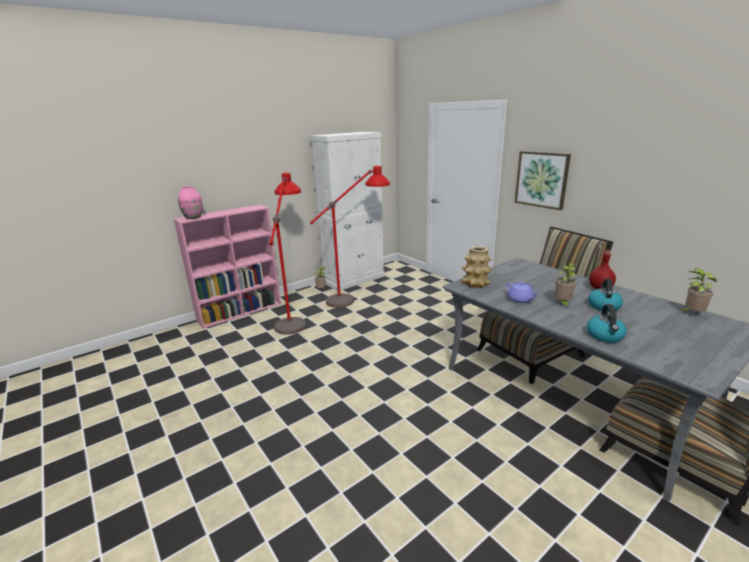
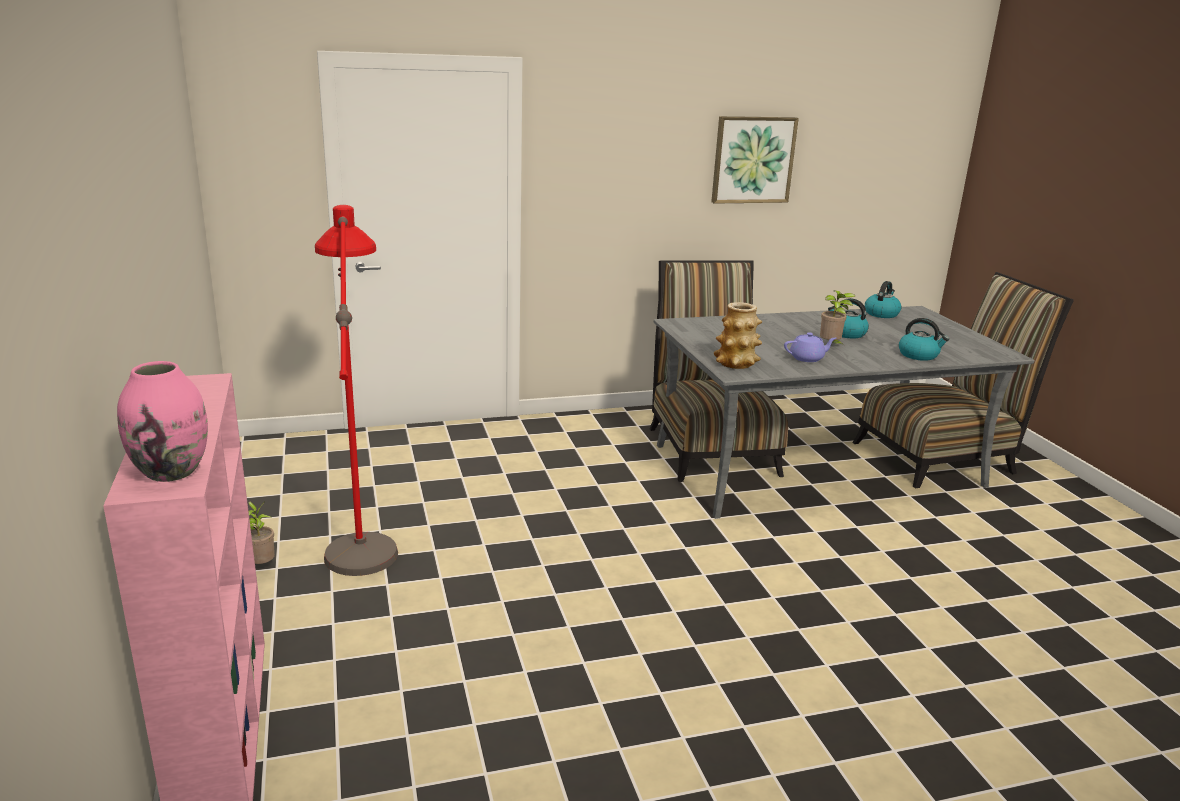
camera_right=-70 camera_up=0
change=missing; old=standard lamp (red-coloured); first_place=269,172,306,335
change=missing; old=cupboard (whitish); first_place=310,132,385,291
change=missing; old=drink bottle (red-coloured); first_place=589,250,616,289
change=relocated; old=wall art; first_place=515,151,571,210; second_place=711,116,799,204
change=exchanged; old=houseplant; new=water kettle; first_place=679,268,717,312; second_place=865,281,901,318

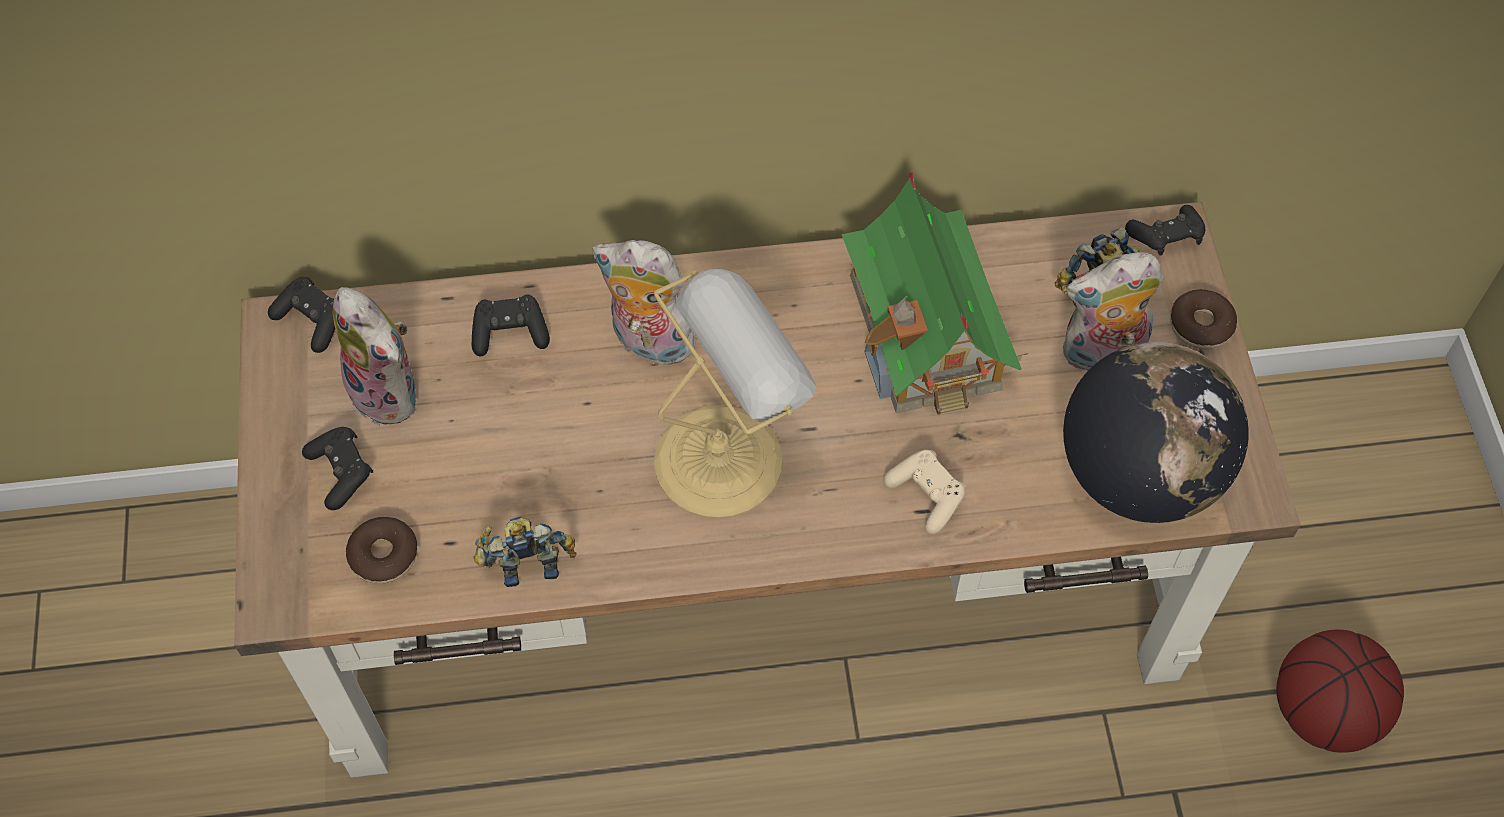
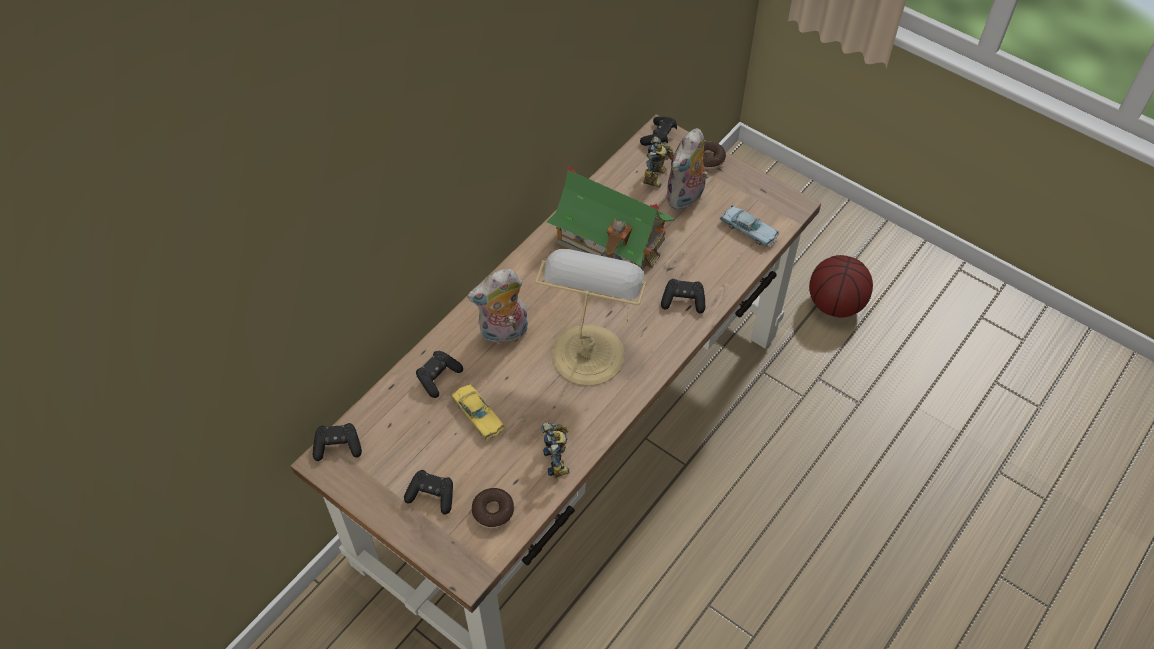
camera_right=-45 camera_up=-5
change=missing; old=soft toy; first_place=333,287,416,426
change=appeared; new=model car (yellow); second_place=450,383,505,440
change=exchanged; old=desk globe; new=model car (blue); first_place=1063,342,1249,523; second_place=720,205,779,247
change=colour; old=joypad (beige); new=joypad (blackish); first_place=883,450,966,534; second_place=661,279,705,314
change=spun; old=robot figure; first_place=473,516,577,587; second_place=541,423,569,479; degrees=135

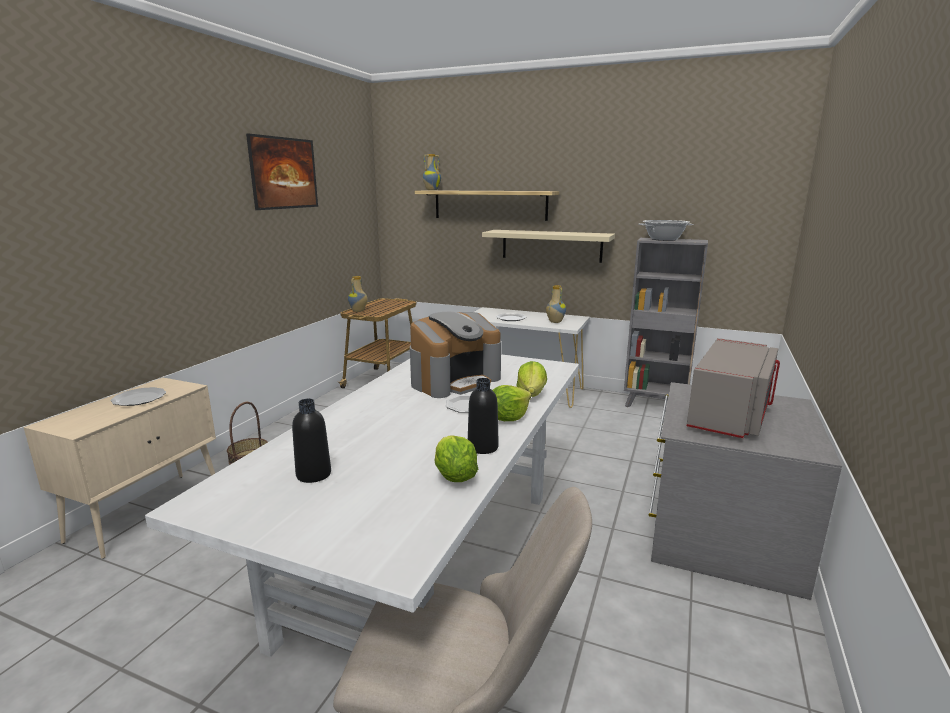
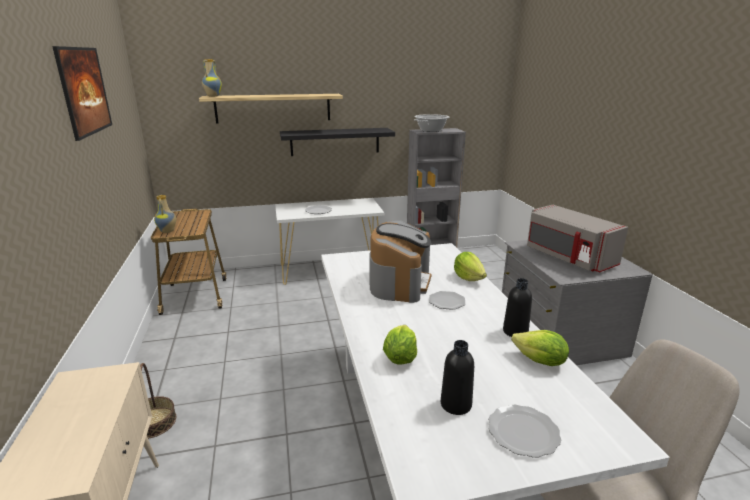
camera_right=-35 camera_up=5
change=missing; old=decorative vase; first_place=546,285,566,323
change=relocated; old=dinner plate; first_place=110,387,166,406; second_place=488,405,561,458
change=relocated; old=lettuce head; first_place=492,385,531,421; second_place=383,325,417,365
change=colour; old=wall shelf (beige); new=wall shelf (blackish); first_place=482,230,615,263; second_place=280,128,395,156
change=spun; old=kitchen microwave (gray); first_place=687,338,780,438; second_place=527,205,628,272; degrees=150

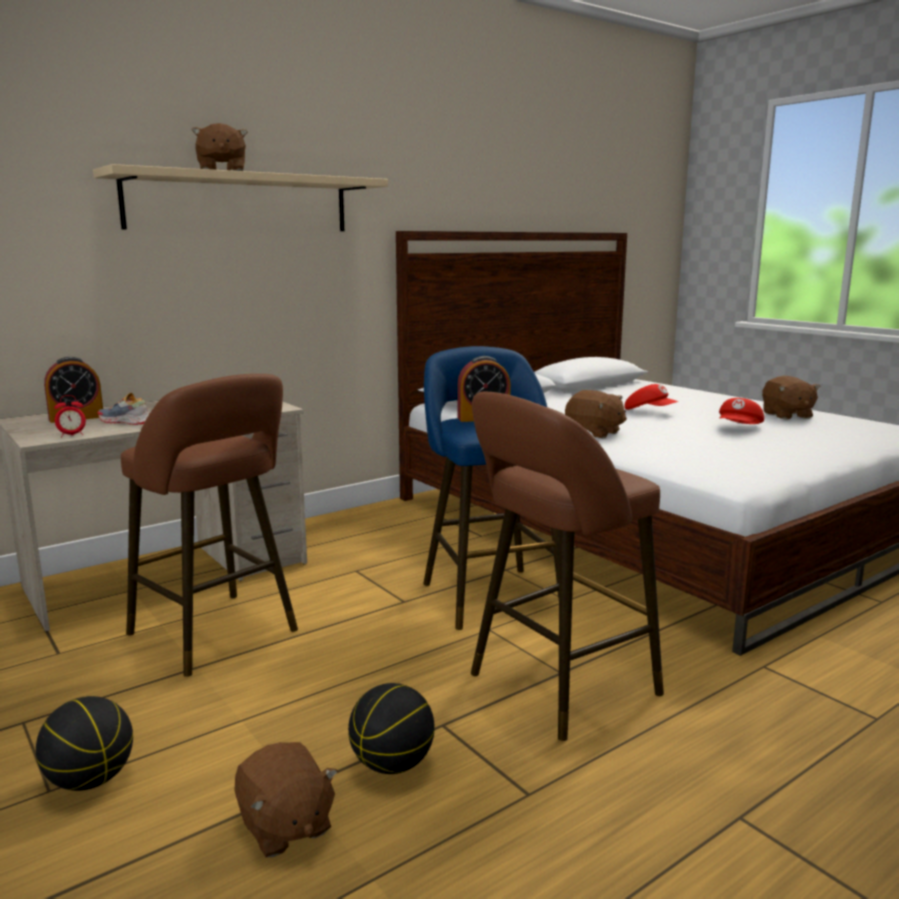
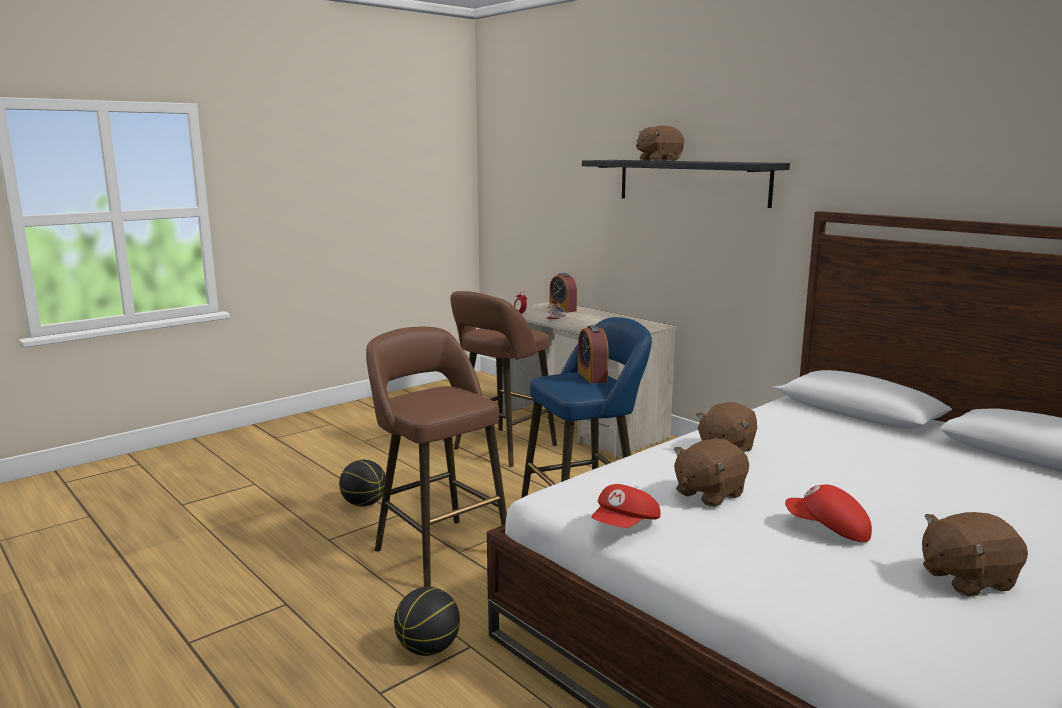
camera_right=85 camera_up=0
change=relocated; old=ball for basketball; first_place=36,696,133,791; second_place=394,587,460,656
change=relocated; old=soft toy (brownish); first_place=234,742,338,857; second_place=674,439,749,507
change=relocated; old=peaked cap (red-coloured); first_place=624,384,678,410; second_place=591,484,661,528
change=colour; old=wall shelf (beige); new=wall shelf (blackish); first_place=93,164,388,231; second_place=582,160,790,208

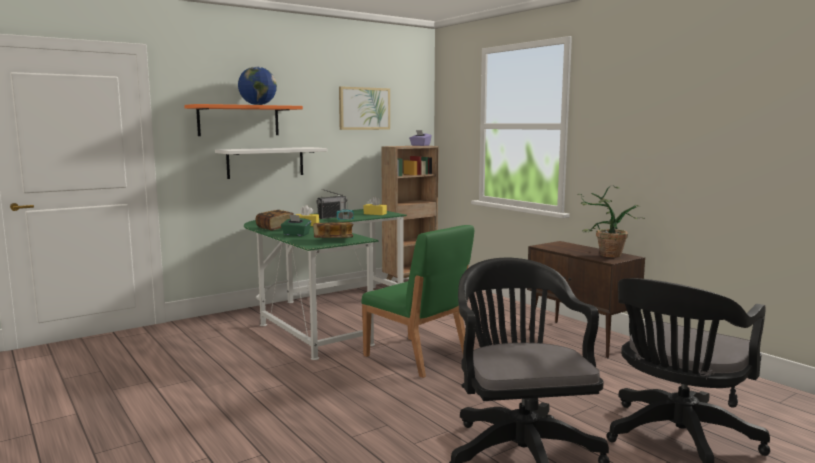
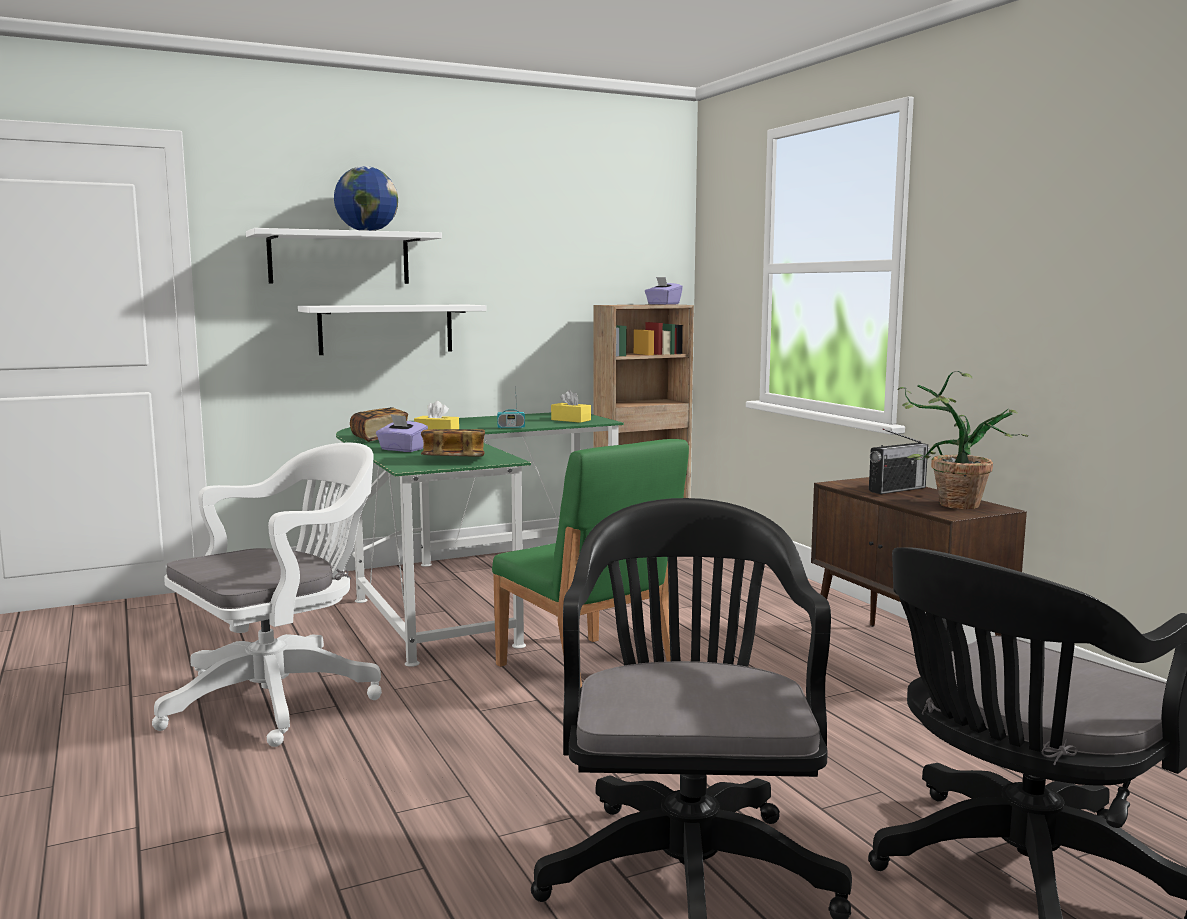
camera_right=10 camera_up=0
change=missing; old=wall art; first_place=339,86,390,130
change=appeared; new=desk chair (whitish); second_place=152,442,382,747
change=relocated; old=radio receiver; first_place=316,189,347,219; second_place=869,429,930,494
change=colour; old=wall shelf (orange); new=wall shelf (whitish); first_place=184,104,303,136; second_place=246,228,442,284
change=colour; old=tissue box (green-coloured); new=tissue box (purple); first_place=281,214,311,236; second_place=376,415,428,452

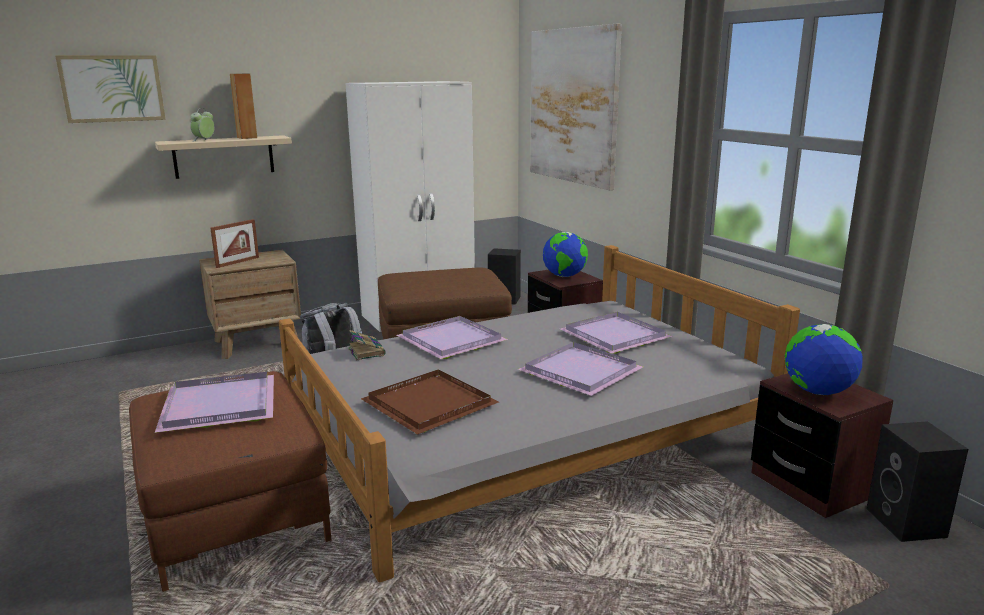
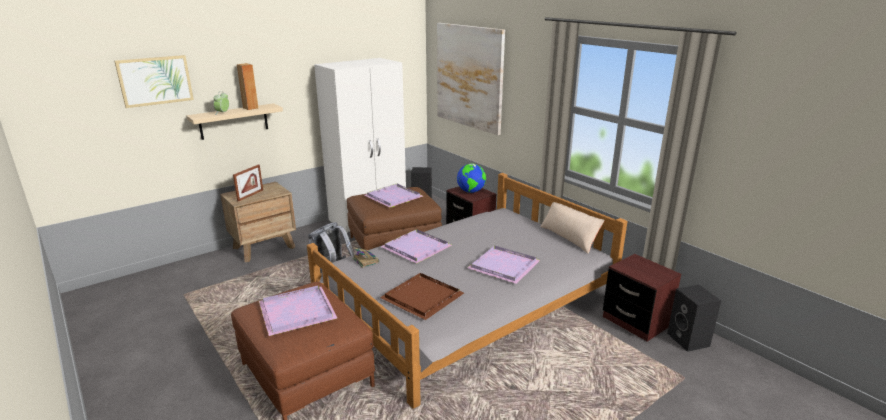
camera_right=-10 camera_up=5
change=missing; old=desk globe; first_place=785,324,863,395
change=appeared; new=throw pillow (beige); second_place=540,202,605,254
change=relocated; old=tray (purple); first_place=560,312,673,354; second_place=364,184,423,208

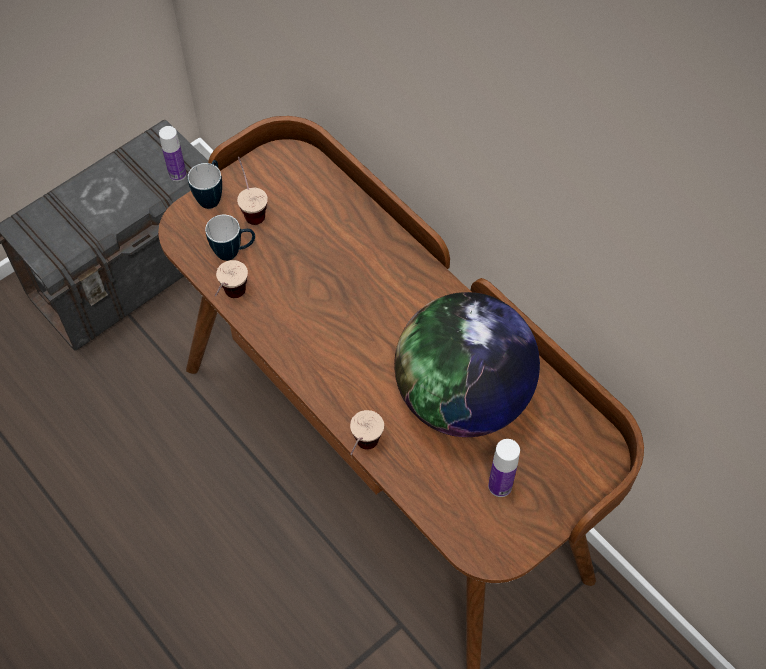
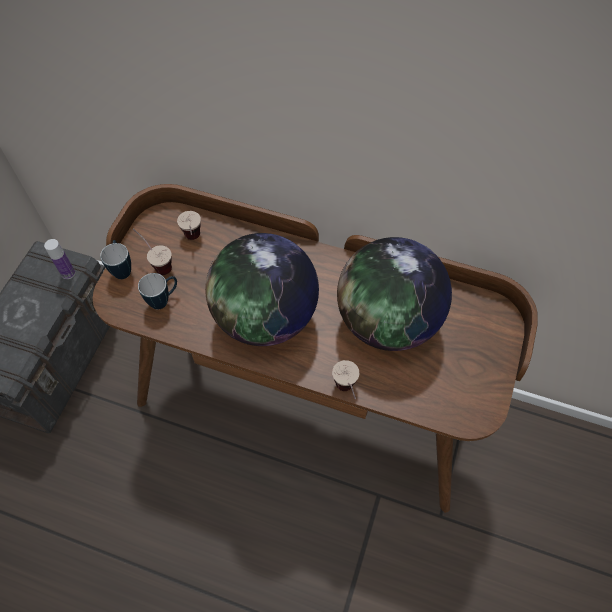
camera_right=-30 camera_up=0
change=missing; old=drink bottle; first_place=488,439,520,497
change=appeared; new=desk globe; second_place=205,233,319,346
change=relocated; old=small cup; first_place=215,260,248,298; second_place=177,211,201,240

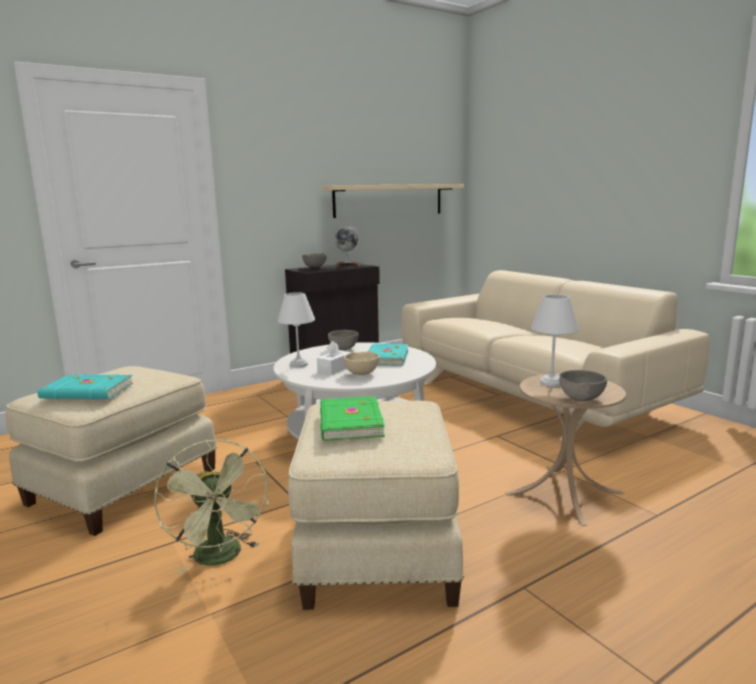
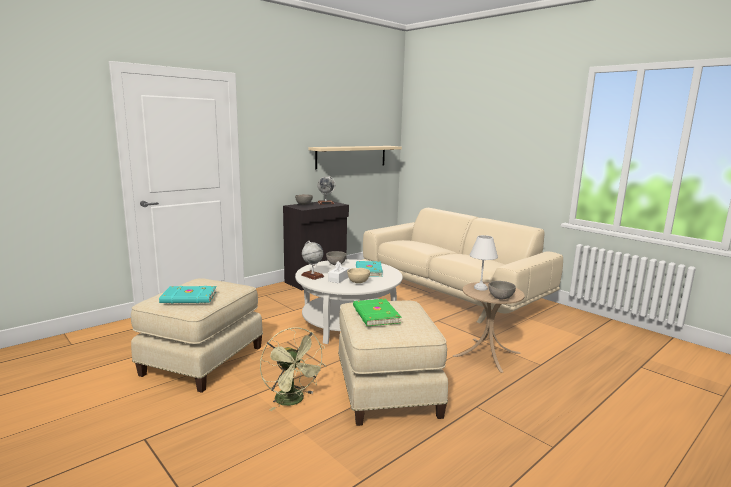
camera_right=-10 camera_up=0
change=exchanged; old=tabletop lamp (whitish); new=desk globe; first_place=277,292,315,368; second_place=301,241,324,280

